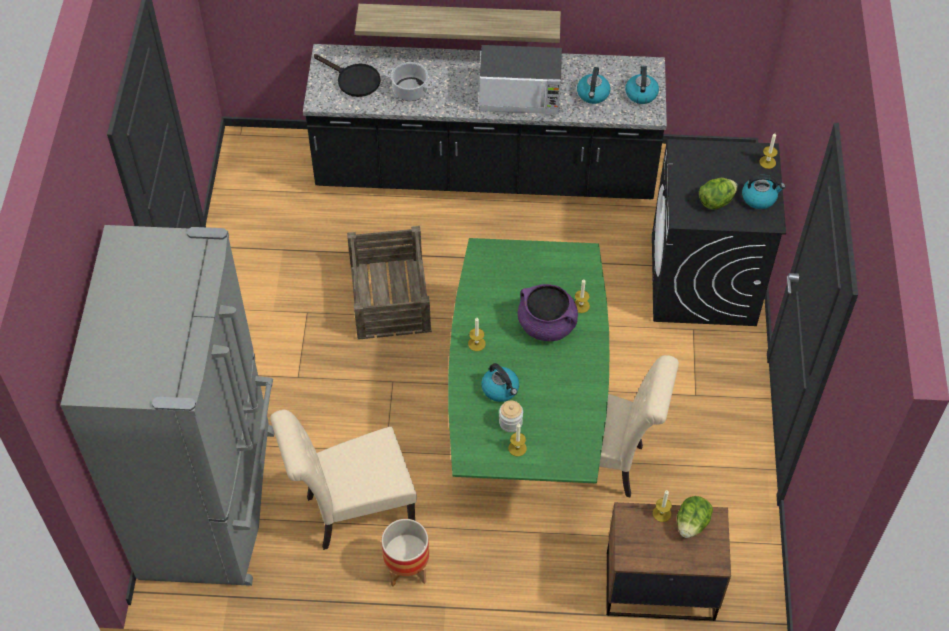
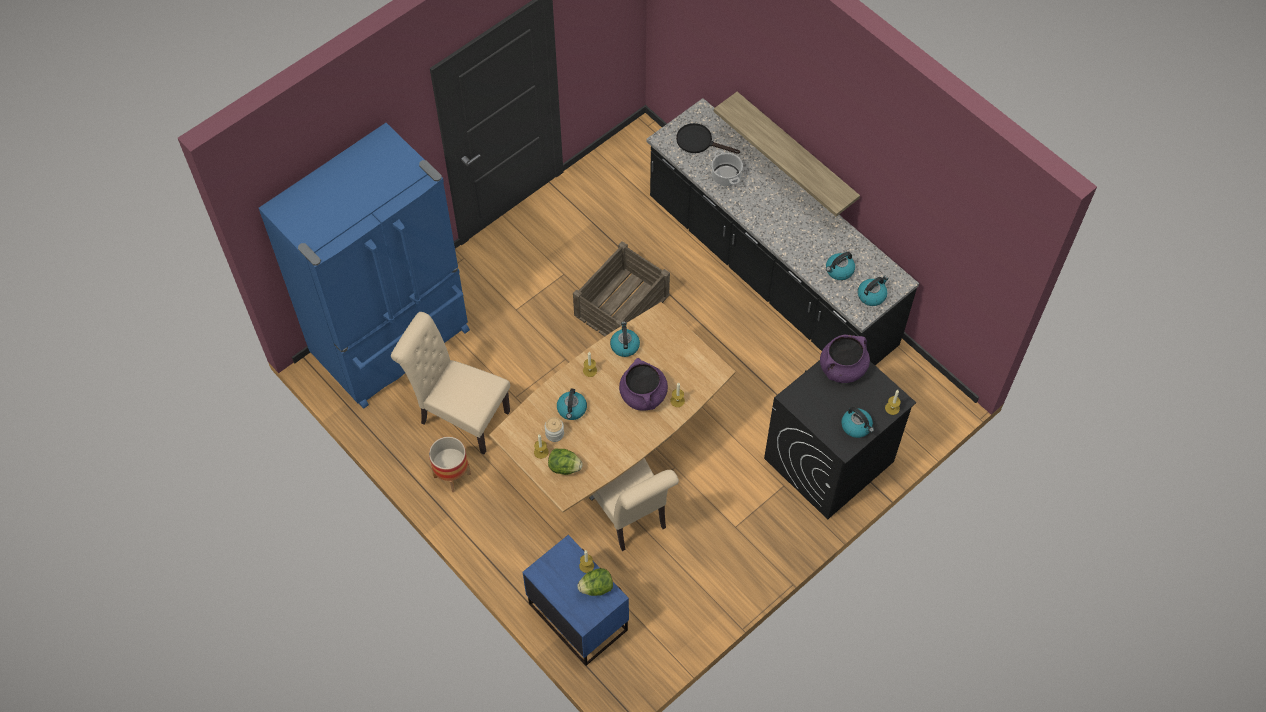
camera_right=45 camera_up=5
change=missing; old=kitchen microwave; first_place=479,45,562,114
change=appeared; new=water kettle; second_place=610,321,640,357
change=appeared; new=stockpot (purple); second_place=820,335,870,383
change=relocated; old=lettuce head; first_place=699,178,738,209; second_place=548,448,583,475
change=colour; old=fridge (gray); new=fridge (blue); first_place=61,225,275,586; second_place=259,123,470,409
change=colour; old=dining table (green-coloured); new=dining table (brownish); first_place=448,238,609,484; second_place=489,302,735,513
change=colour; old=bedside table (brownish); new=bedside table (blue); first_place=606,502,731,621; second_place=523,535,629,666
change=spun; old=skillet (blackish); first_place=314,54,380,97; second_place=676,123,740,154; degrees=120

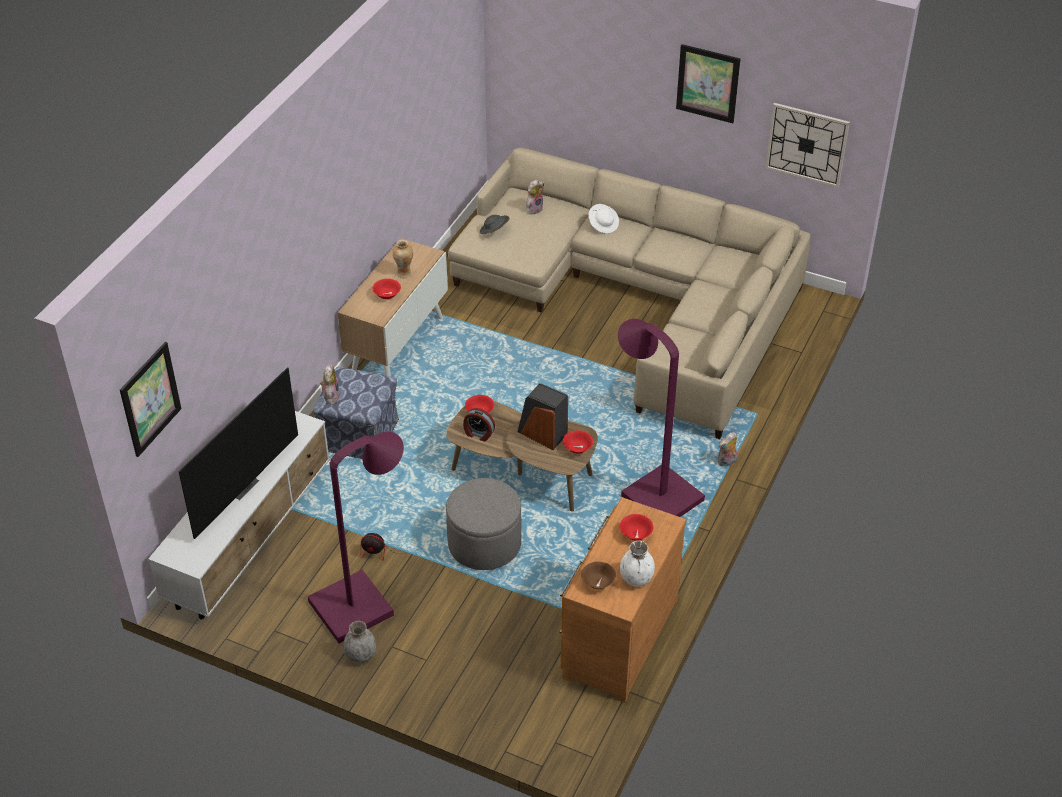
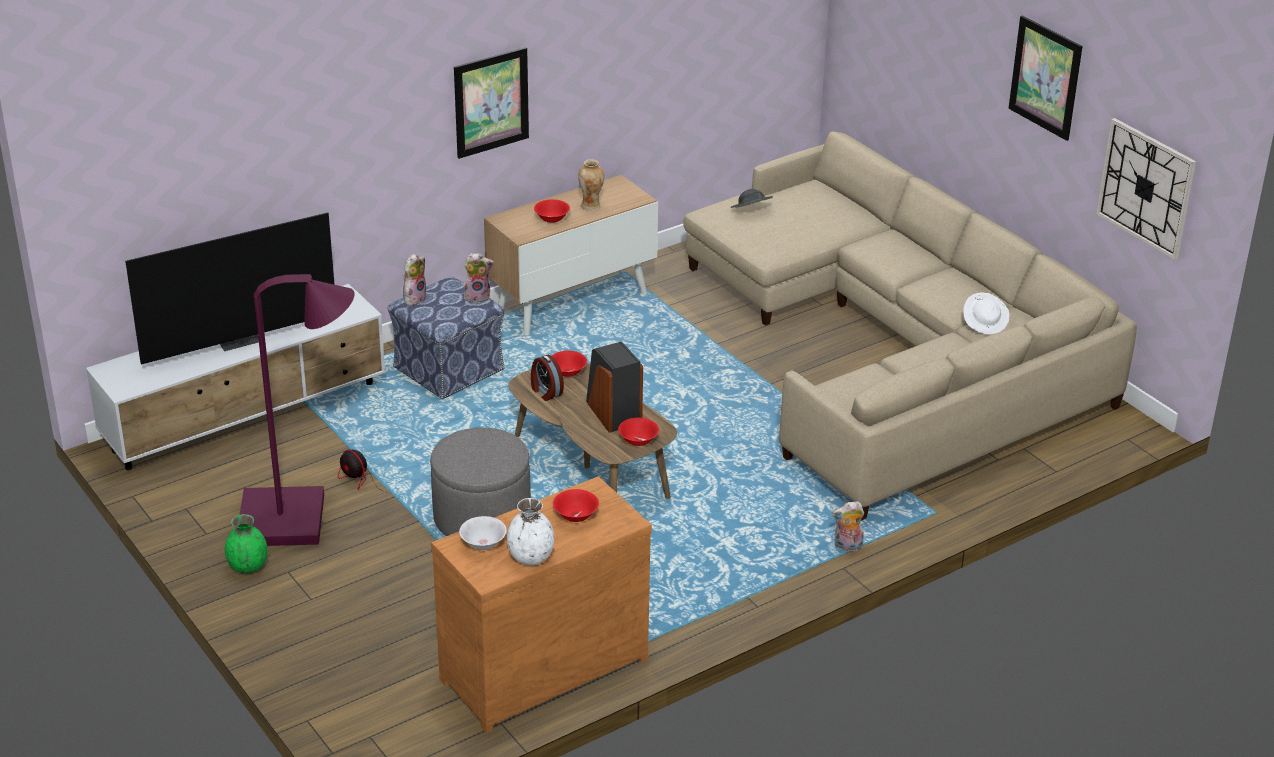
camera_right=30 camera_up=-10
change=missing; old=standard lamp (purple); first_place=618,319,705,517
change=relocated; old=wall art; first_place=120,342,181,457; second_place=454,47,529,159
change=relocated; old=soft toy; first_place=526,179,544,214; second_place=464,253,494,303
change=relocated; old=hat (whitish); first_place=589,204,619,233; second_place=963,293,1009,334
change=colour; old=decorative vase (gray); new=decorative vase (green-coloured); first_place=343,621,376,663; second_place=225,514,268,574
change=colour; old=bowl (brownish); new=bowl (whitish); first_place=581,562,616,589; second_place=459,516,507,550

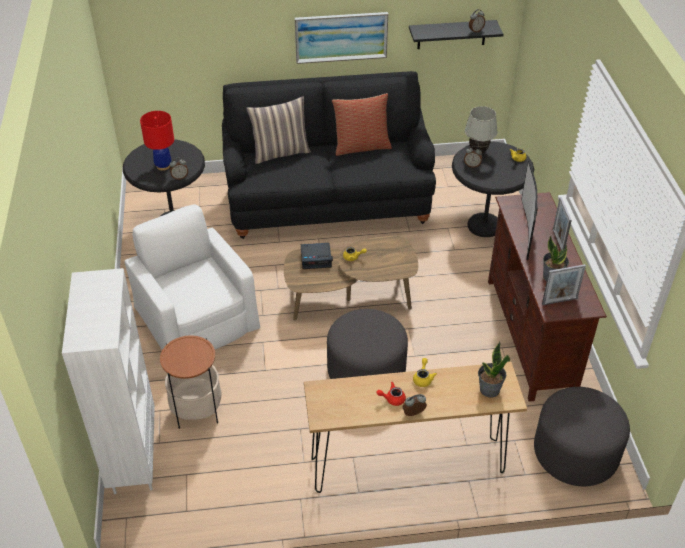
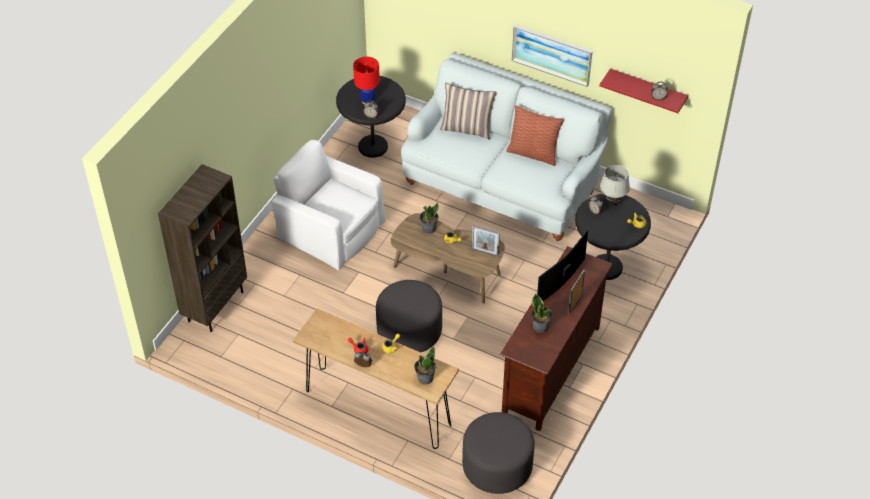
camera_right=35 camera_up=5
change=missing; old=side table; first_place=160,335,222,429
change=relocated; old=picture frame; first_place=542,264,586,305; second_place=472,225,500,256
change=exchanged; old=bedside clock; new=houseplant; first_place=301,243,333,269; second_place=420,202,439,234
change=colour; old=bookshelf (whitish); new=bookshelf (brownish); first_place=62,268,155,494; second_place=158,164,247,332
change=colour; old=settee (blackish); new=settee (whitish); first_place=222,71,436,239; second_place=401,53,612,241
change=colour; old=wall shelf (blackish); new=wall shelf (red-coloured); first_place=409,20,504,49; second_place=599,69,688,113
change=spun; old=easy chair (whitish); first_place=125,204,260,350; second_place=271,140,386,270; degrees=-60

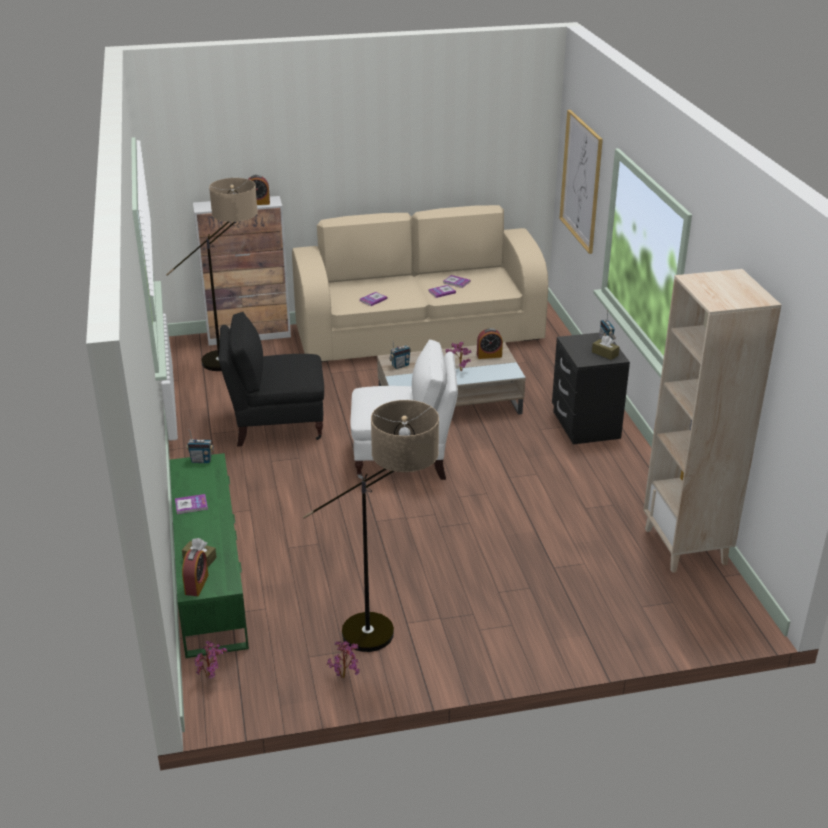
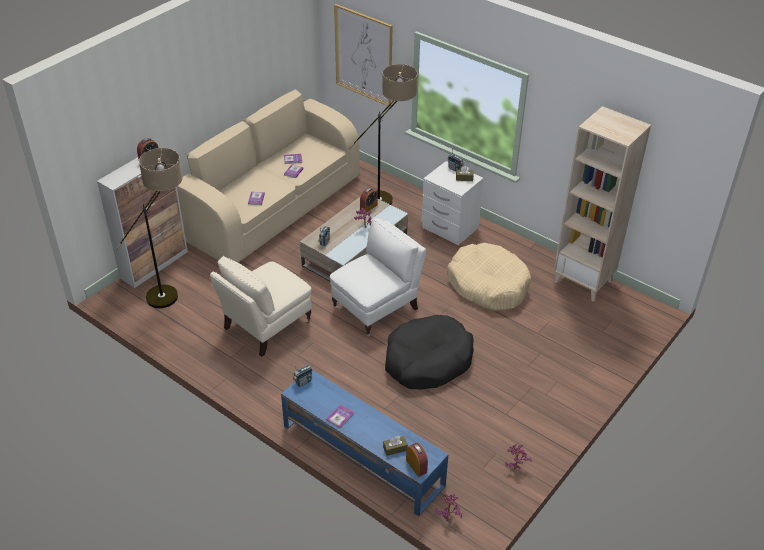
camera_right=-40 camera_up=10
change=appeared; new=pet bed (blackish); second_place=385,315,474,389
change=appeared; new=pet bed (beige); second_place=447,243,531,311
change=relocated; old=standard lamp; first_place=303,400,439,652; second_place=349,64,418,205
change=colour; old=tv unit (green-coloured); new=tv unit (blue); first_place=170,453,249,658; second_place=281,370,448,516
change=colour; old=easy chair (blackish); new=easy chair (beige); first_place=219,312,324,447; second_place=210,256,312,357
change=colour; old=bedside table (blackish); new=bedside table (whitish); first_place=552,333,630,444; second_place=422,161,483,245

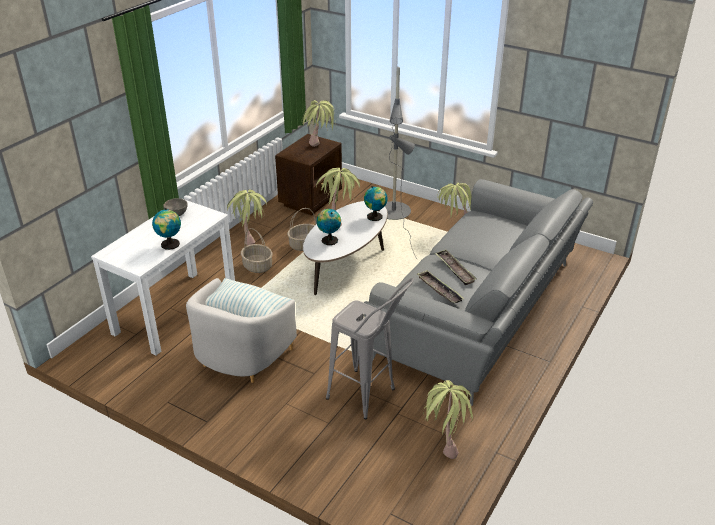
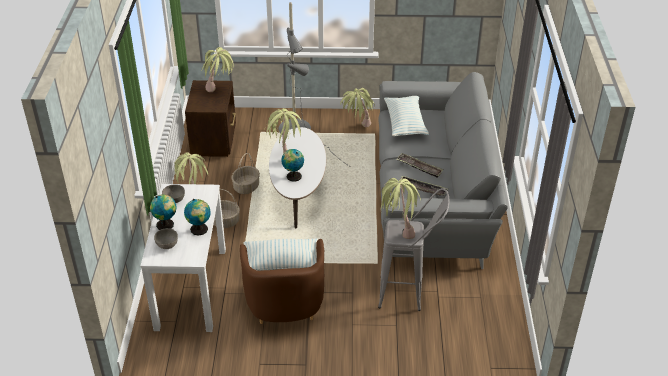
camera_right=-30 camera_up=5
change=appeared; new=bowl (gray); second_place=154,228,178,249
change=appeared; new=throw pillow; second_place=384,96,429,136
change=relocated; old=desk globe; first_place=364,186,388,221; second_place=150,194,177,230
change=relocated; old=houseplant; first_place=423,380,473,459; second_place=381,178,421,239
change=colour; old=easy chair (whitish); new=easy chair (brownish); first_place=186,278,297,383; second_place=240,239,324,324

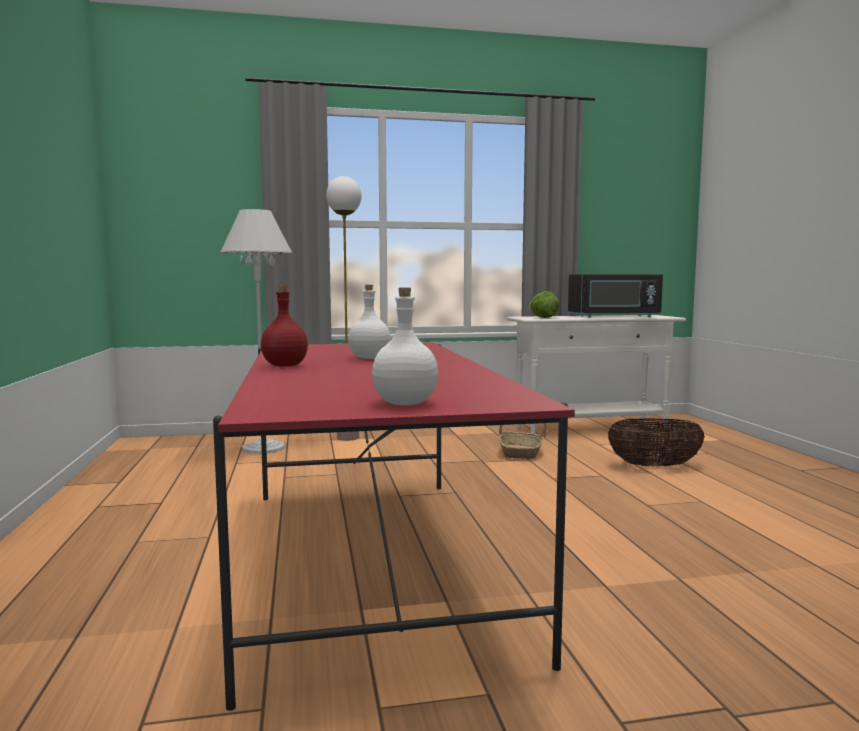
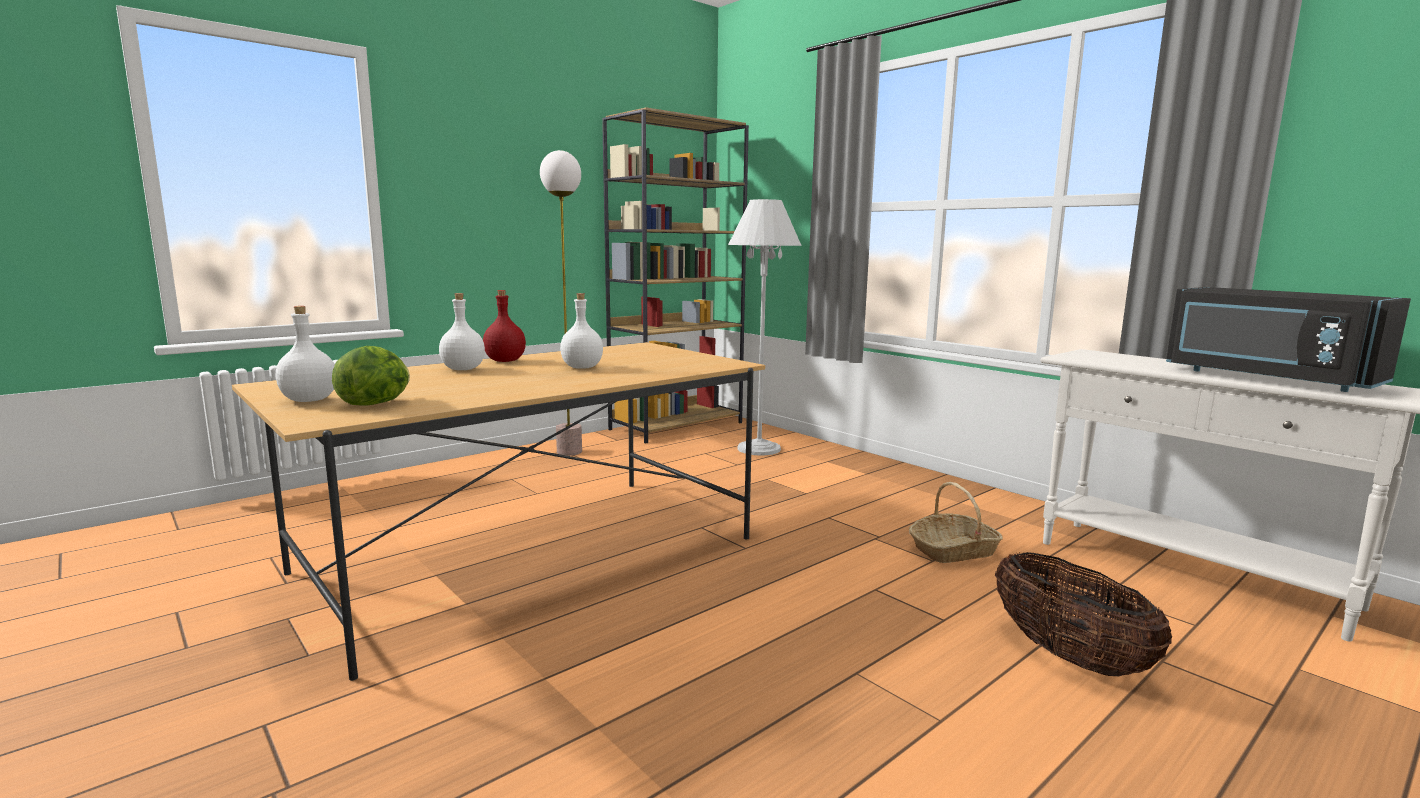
camera_right=60 camera_up=5
change=appeared; new=drink bottle (whitish); second_place=439,293,485,370
change=appeared; new=bookshelf (brownish); second_place=602,107,749,444
change=relocated; old=standard lamp; first_place=326,176,362,441; second_place=540,150,582,456
change=relocated; old=lettuce head; first_place=529,291,559,318; second_place=332,346,410,406
change=colour; old=dining table (red-coloured); new=dining table (beige); first_place=213,342,575,711; second_place=232,342,765,681

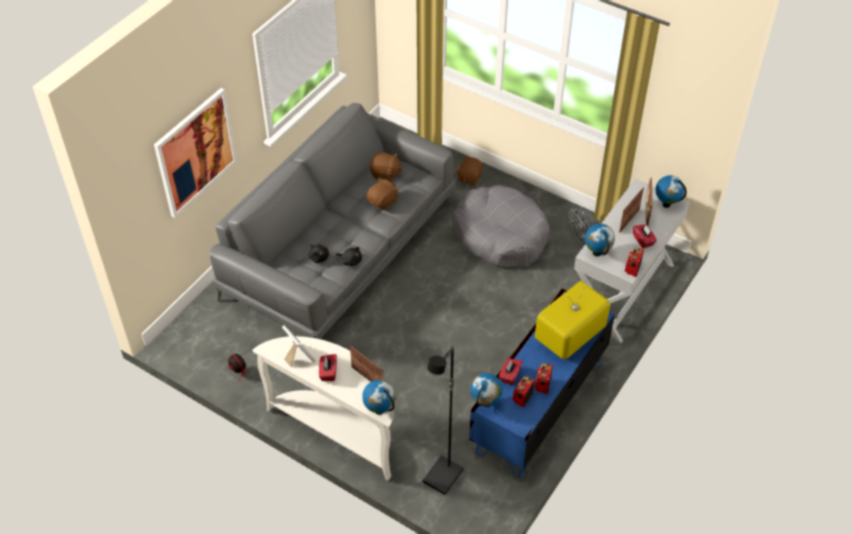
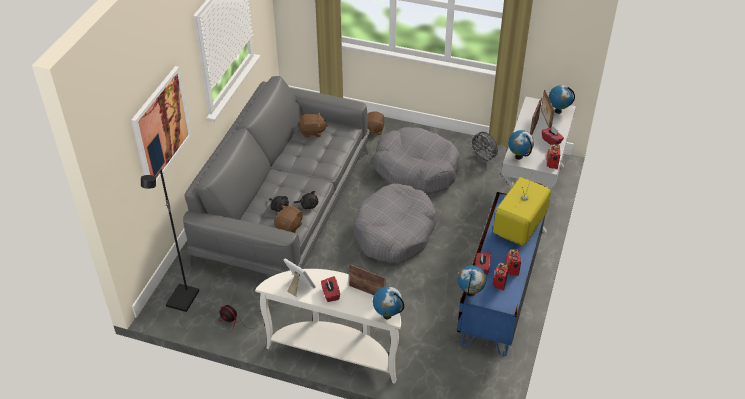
camera_right=-15 camera_up=-5
change=appeared; new=pet bed (gray); second_place=354,184,437,263
change=relocated; old=soft toy (brownish); first_place=367,178,398,211; second_place=274,205,303,233
change=relocated; old=standard lamp (blackish); first_place=422,347,464,495; second_place=141,168,199,312

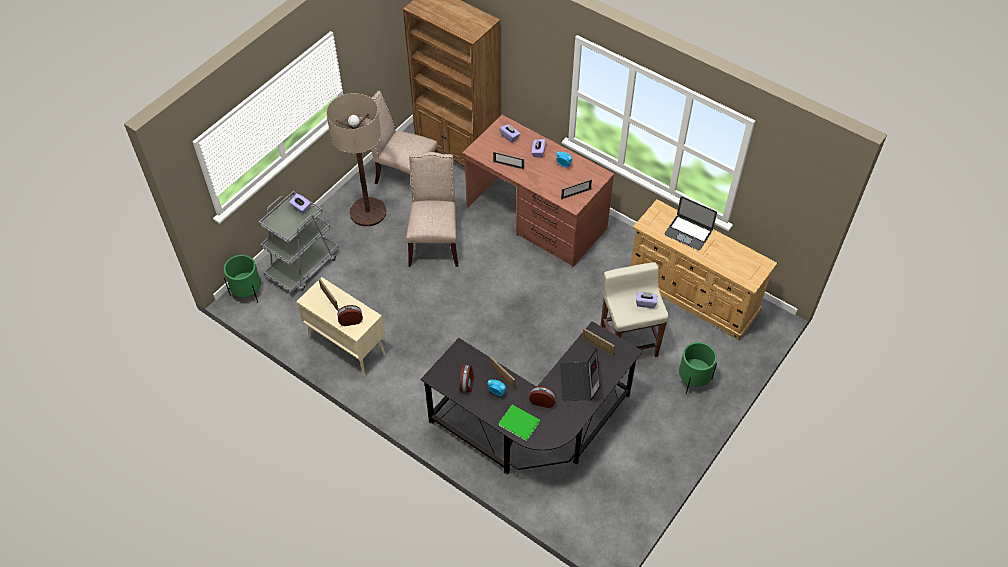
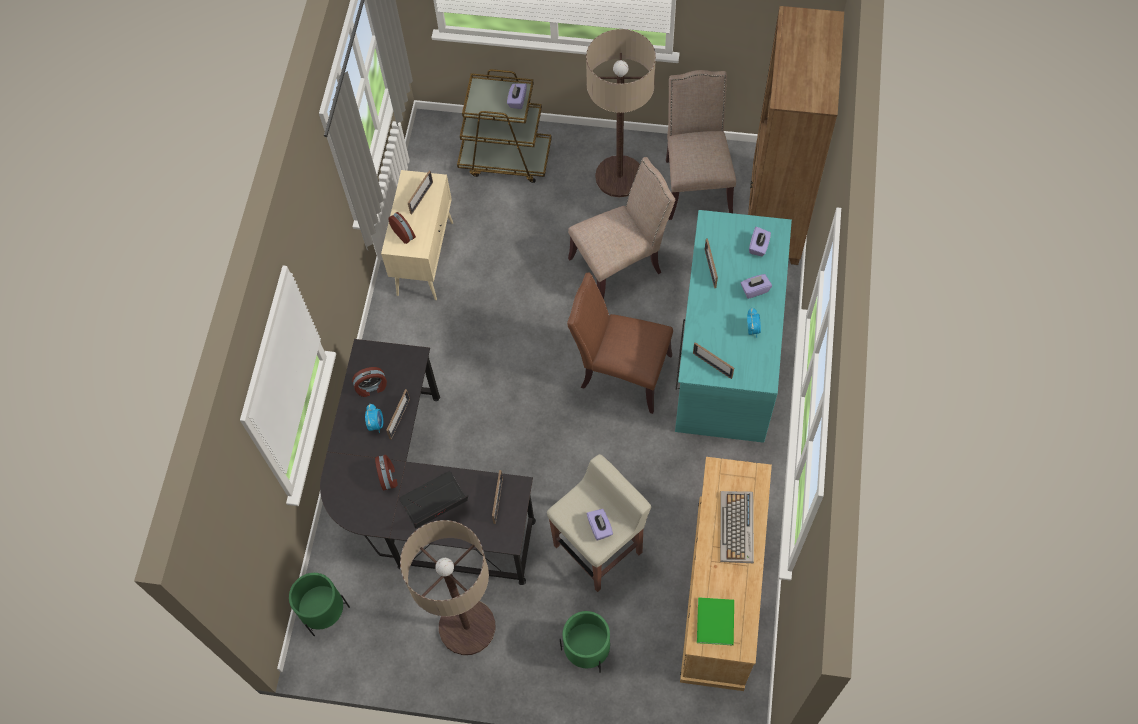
camera_right=65 camera_up=10
change=appeared; new=standard lamp; second_place=400,520,495,655
change=appeared; new=chair (brownish); second_place=567,272,673,414
change=relocated; old=flower pot (green-coloured); first_place=224,255,261,303; second_place=289,573,350,637
change=relocated; old=book (green-coloured); first_place=498,404,541,441; second_place=697,597,734,645
change=exchanged; old=laptop; new=computer keyboard; first_place=664,196,717,250; second_place=720,491,754,563
change=colour; old=trolley (gray); new=trolley (brownish); first_place=259,191,339,293; second_place=457,69,552,183
change=colour; old=desk table (brownish); new=desk table (blue-green); first_place=463,115,614,268; second_place=675,210,792,443

